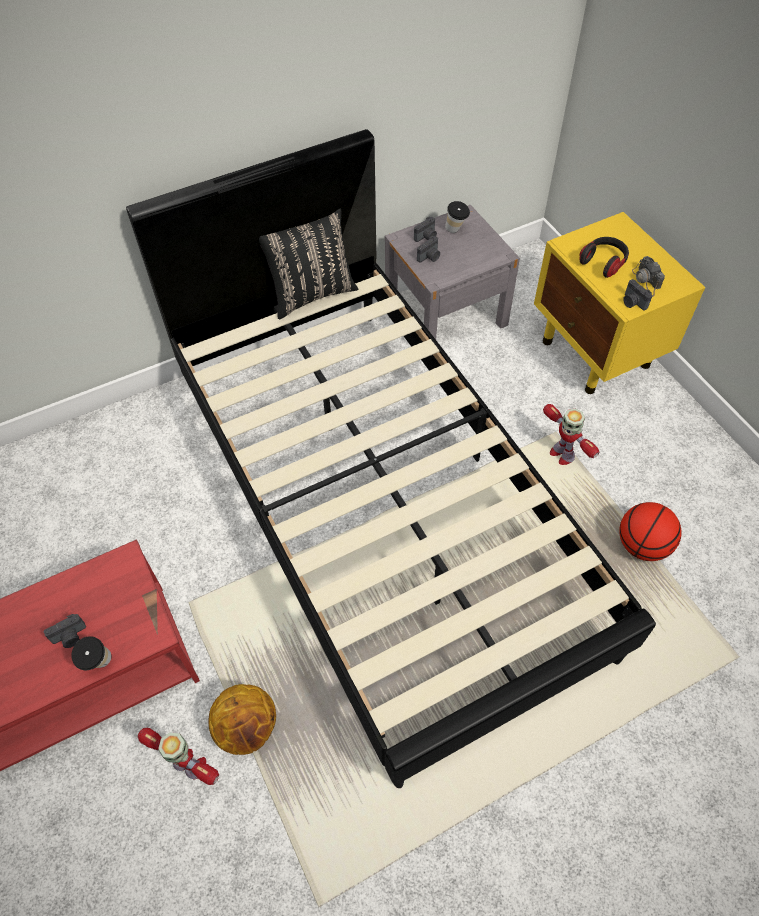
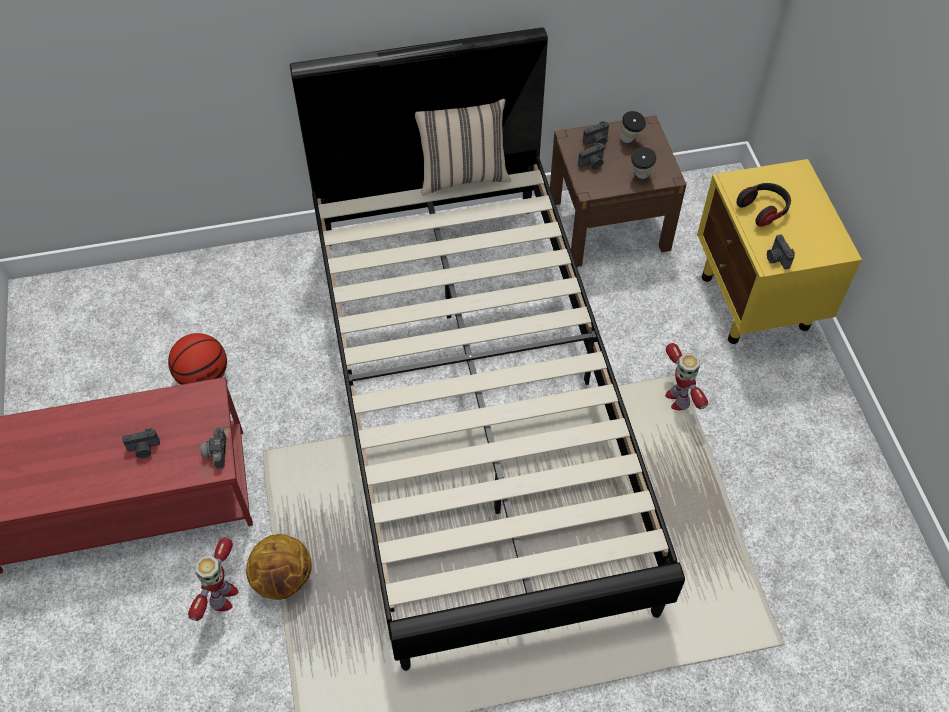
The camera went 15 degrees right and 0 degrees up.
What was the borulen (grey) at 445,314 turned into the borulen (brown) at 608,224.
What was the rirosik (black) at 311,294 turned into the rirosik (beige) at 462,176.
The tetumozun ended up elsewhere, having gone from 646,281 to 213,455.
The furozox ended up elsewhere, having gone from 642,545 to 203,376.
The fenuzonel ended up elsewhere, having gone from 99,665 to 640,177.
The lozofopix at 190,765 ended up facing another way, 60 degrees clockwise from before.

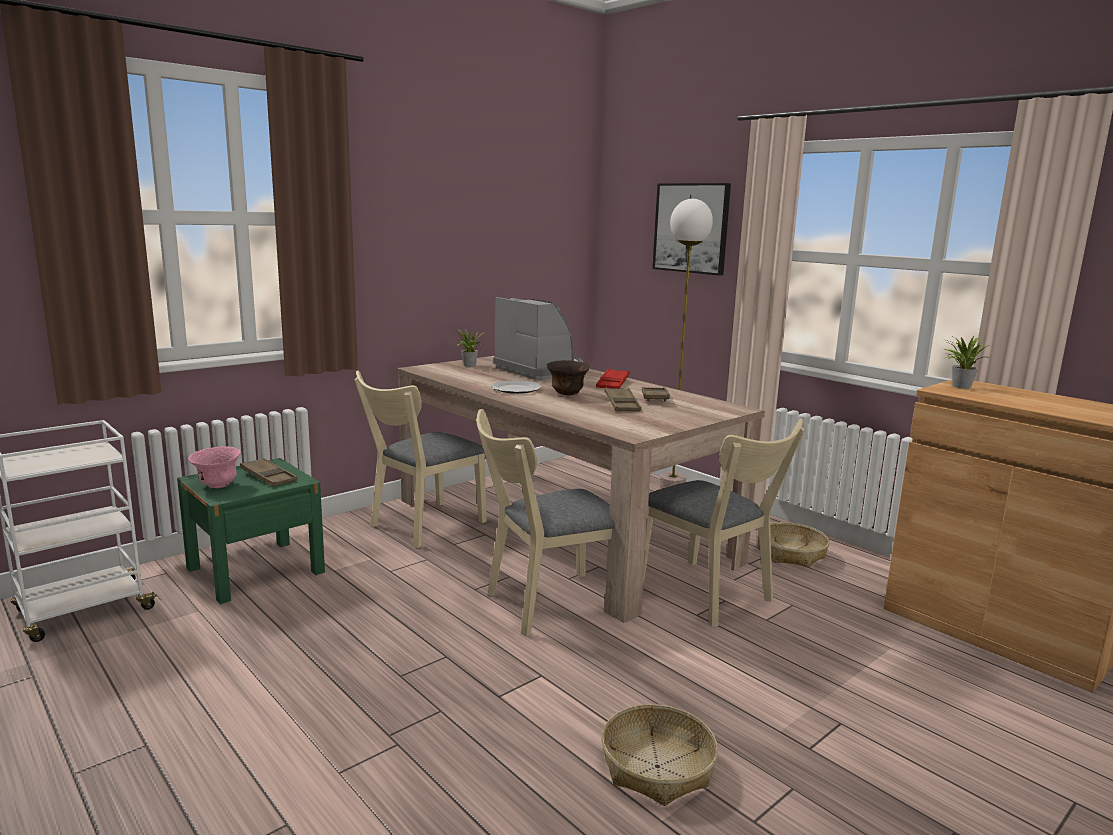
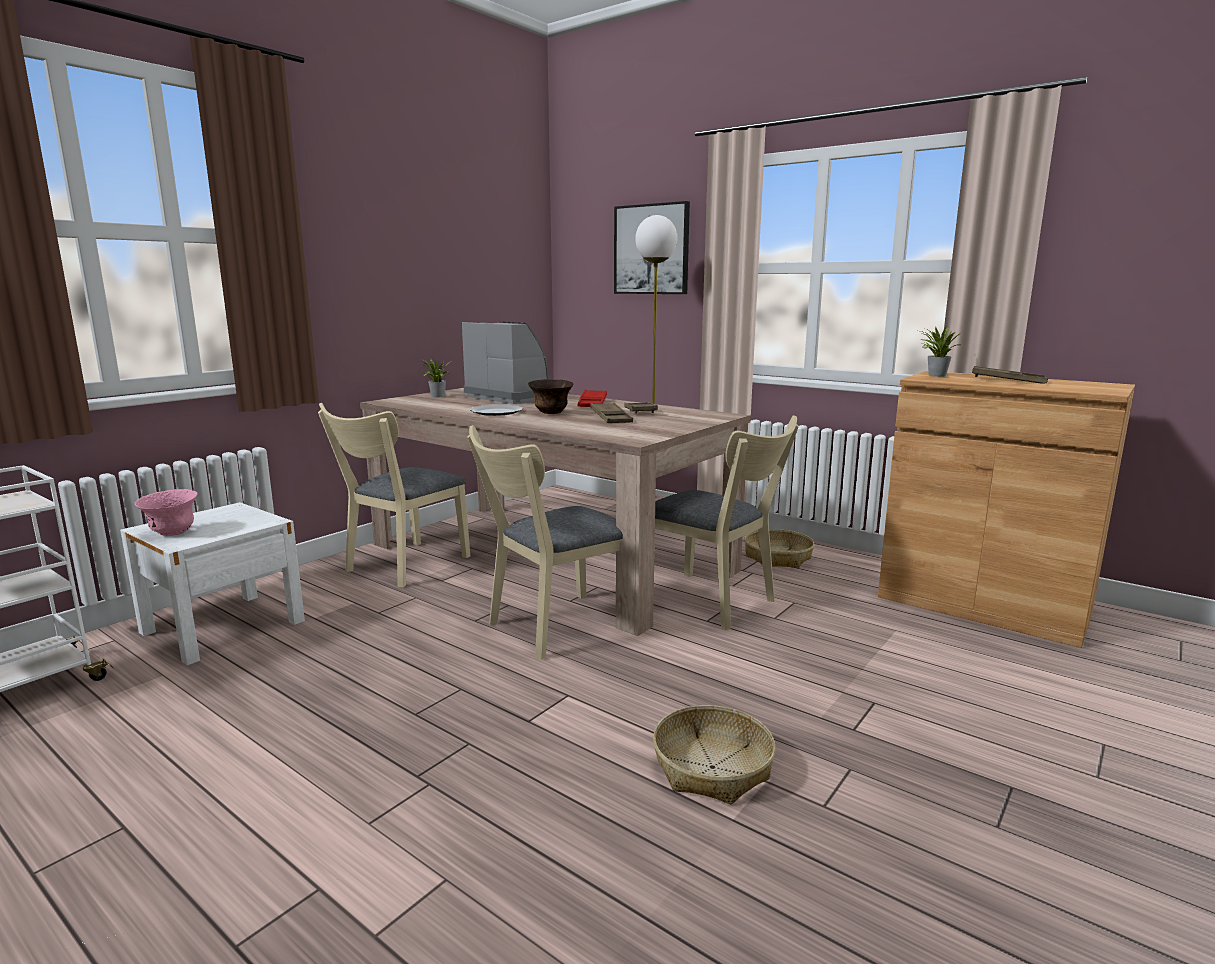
The camera went 10 degrees left and 0 degrees up.
What was the borulen (green) at 255,570 turned into the borulen (white) at 223,627.
The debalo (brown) ended up elsewhere, having gone from 268,477 to 1008,380.

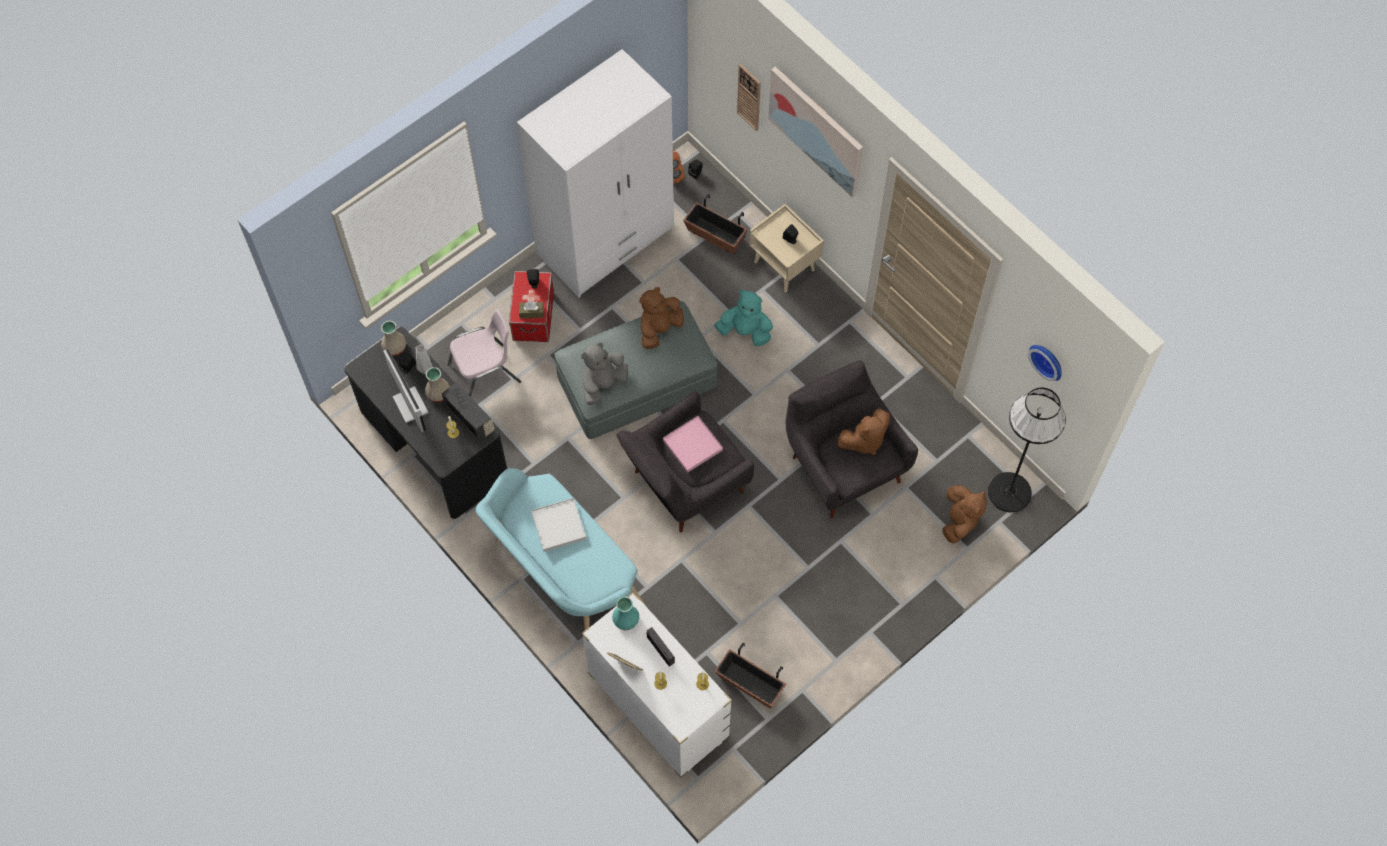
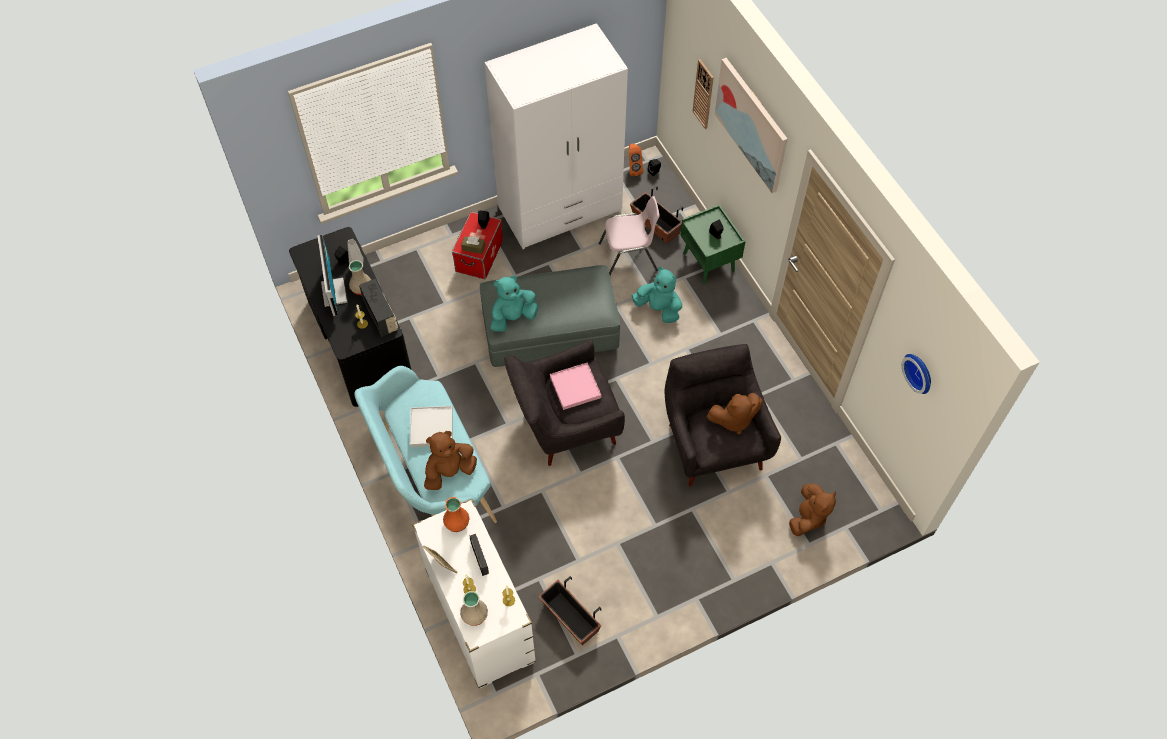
The camera went 15 degrees right and 5 degrees down.
What was the borulen (beige) at 785,266 turned into the borulen (green) at 709,262.
The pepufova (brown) ended up elsewhere, having gone from 659,329 to 449,471.
The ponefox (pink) ended up elsewhere, having gone from 486,374 to 629,257.
The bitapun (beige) ended up elsewhere, having gone from 395,346 to 475,614.
What was the pepufova (grey) at 603,384 turned into the pepufova (turquoise) at 513,317.
The second view lost the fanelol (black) at 1009,492.
What was the bitapun (turquoise) at 625,620 turned into the bitapun (orange) at 456,522.

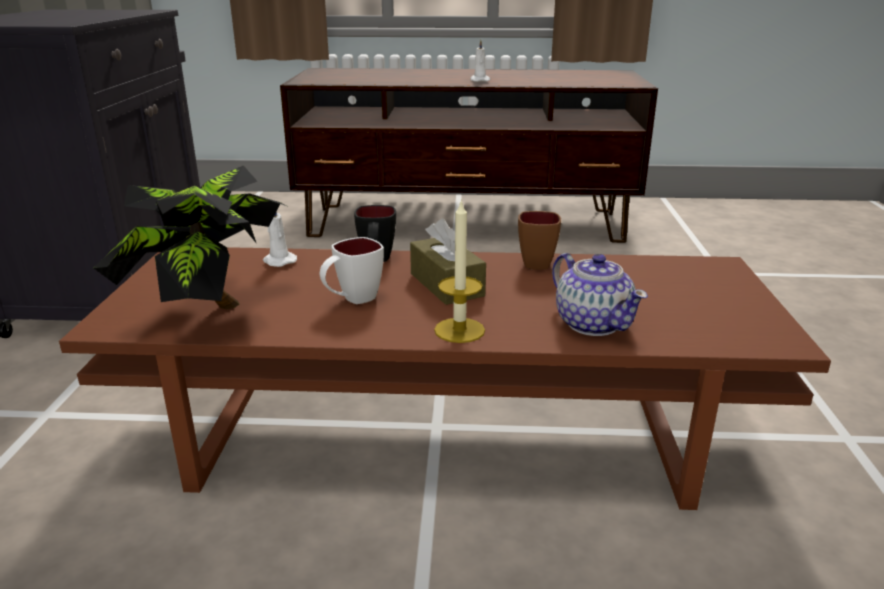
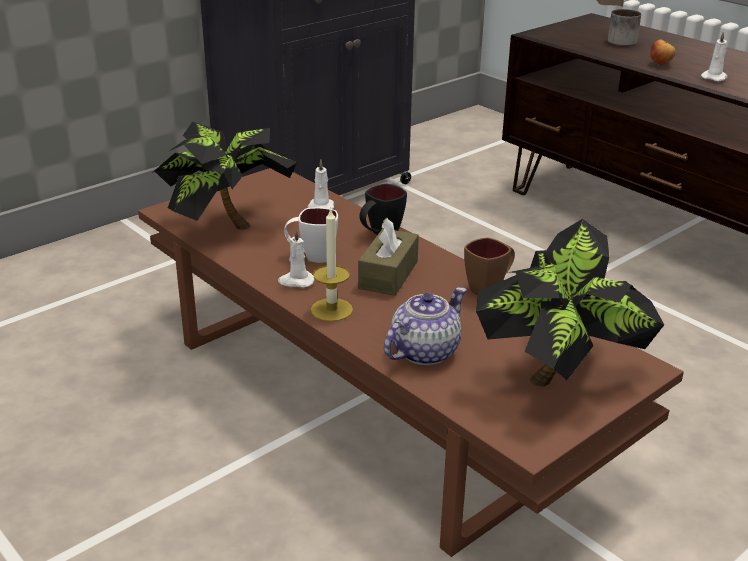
The camera went 45 degrees right and 5 degrees up.
The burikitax at 592,323 ended up facing another way, 150 degrees counterclockwise from before.
The second view gained the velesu at 623,40.
The second view gained the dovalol at 660,64.
The second view gained the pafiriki at 559,376.
The second view gained the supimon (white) at 296,281.

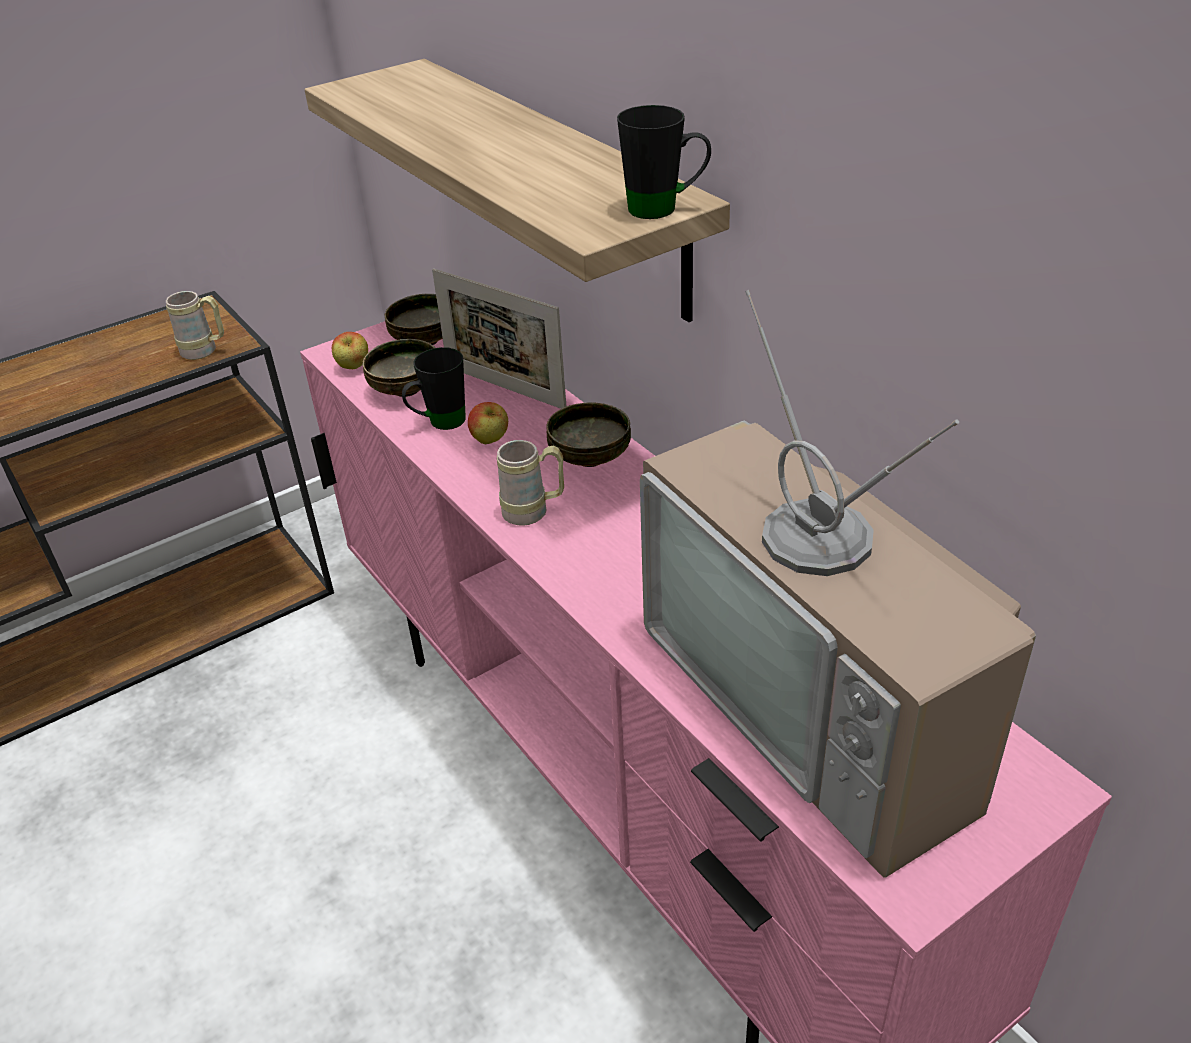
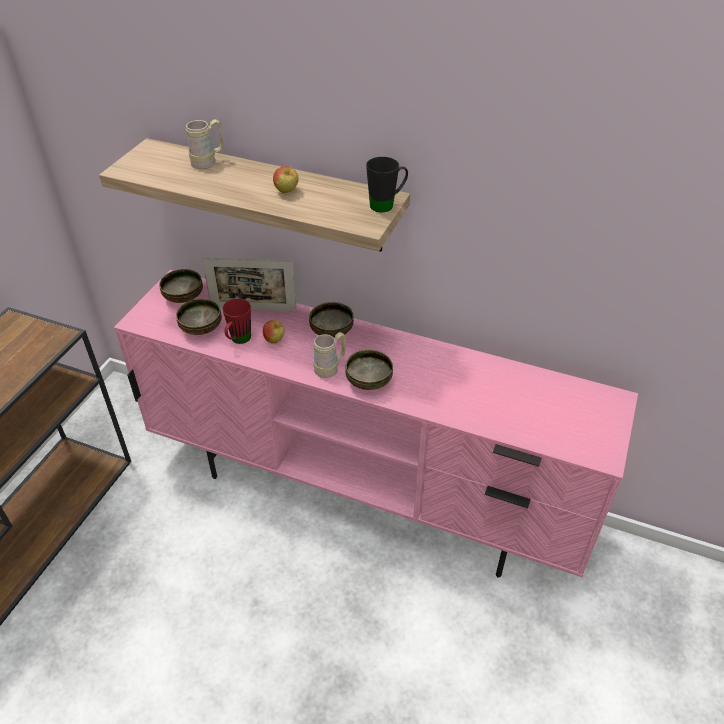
The camera went 35 degrees left and 5 degrees up.
The second view lost the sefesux at 824,703.
The velesu (beige) ended up elsewhere, having gone from 205,351 to 208,162.
The dovalol ended up elsewhere, having gone from 354,368 to 286,191.
What was the velesu (black) at 439,423 turned into the velesu (red) at 238,341.
The second view gained the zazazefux at 368,382.

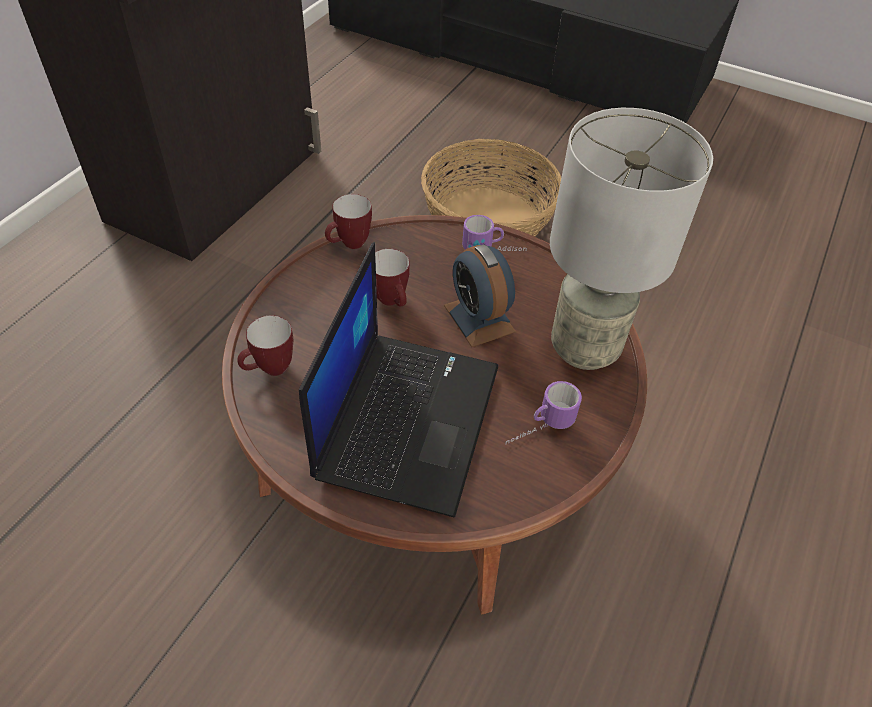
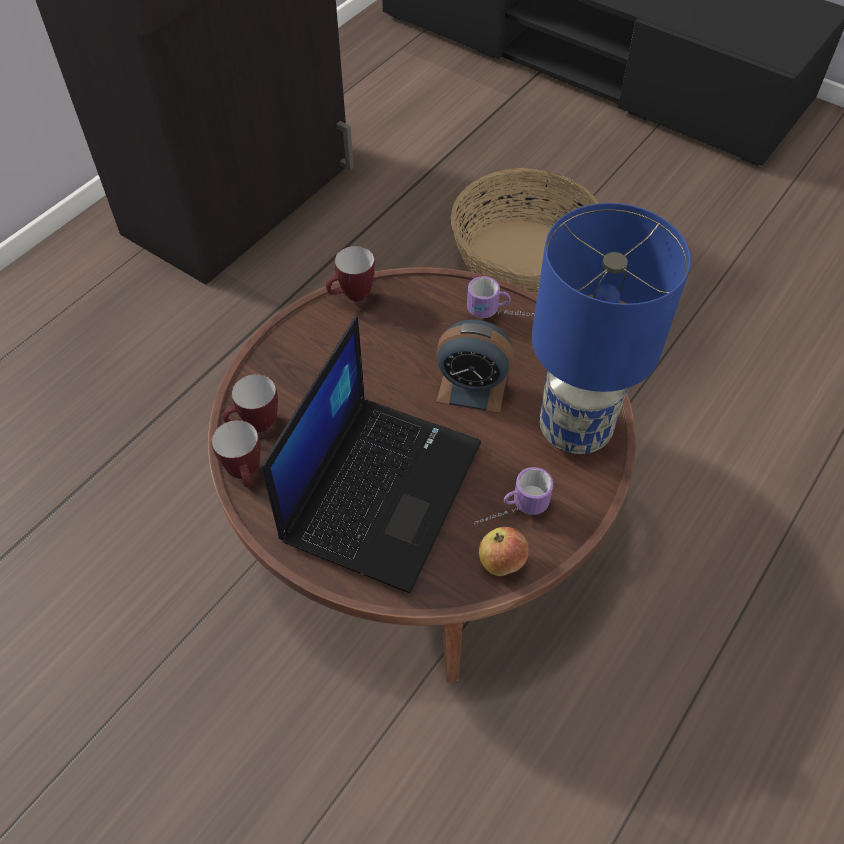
The camera went 10 degrees right and 5 degrees up.
What was the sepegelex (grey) at 583,348 turned into the sepegelex (blue) at 573,429.
The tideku at 479,318 ended up facing another way, 60 degrees counterclockwise from before.
The velesu ended up elsewhere, having gone from 392,302 to 246,475.
The second view gained the dovalol at 501,562.

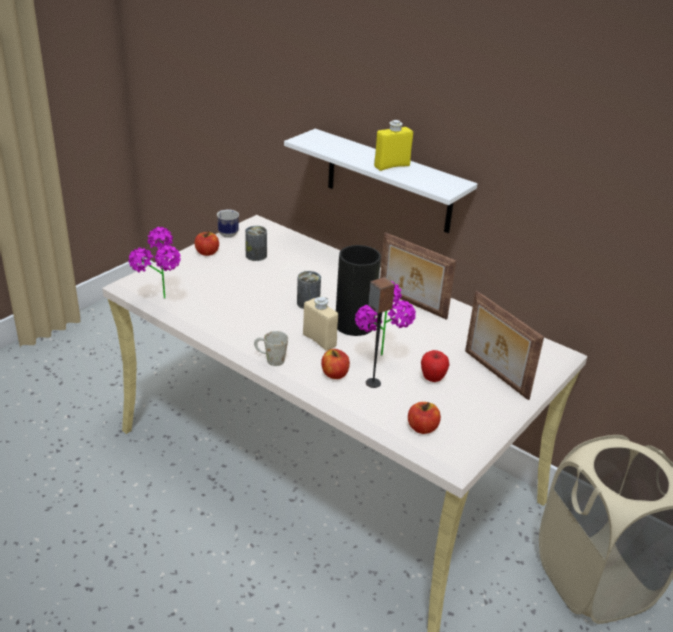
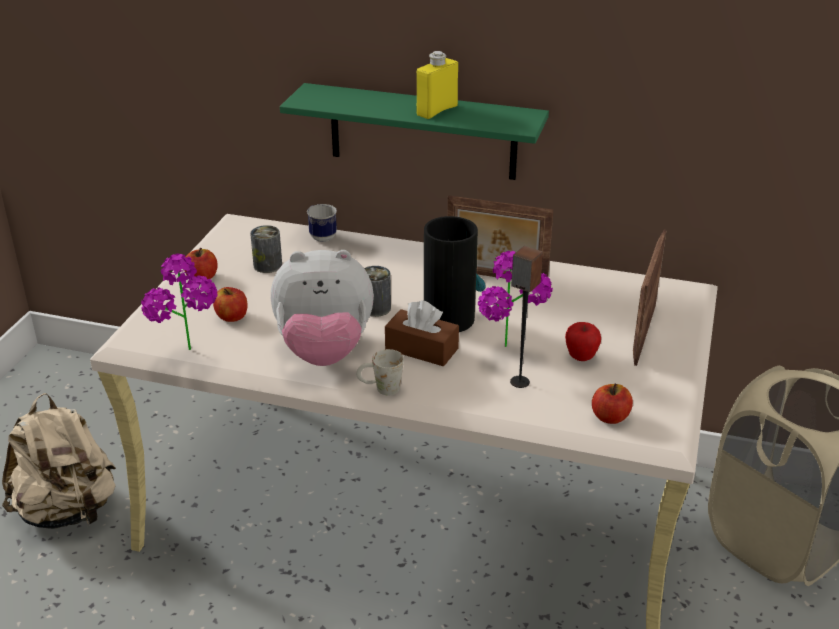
The camera went 20 degrees left and 0 degrees up.
What was the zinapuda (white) at 389,182 turned into the zinapuda (green) at 422,132.
The velesu ended up elsewhere, having gone from 228,233 to 321,236.
The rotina at 494,375 ended up facing another way, 75 degrees clockwise from before.
Where the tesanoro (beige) stood at 319,340, the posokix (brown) came to stand at 421,349.
The dovalol ended up elsewhere, having gone from 335,374 to 232,317.
The second view gained the pepufova at 324,351.
The second view gained the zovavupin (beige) at 68,511.

